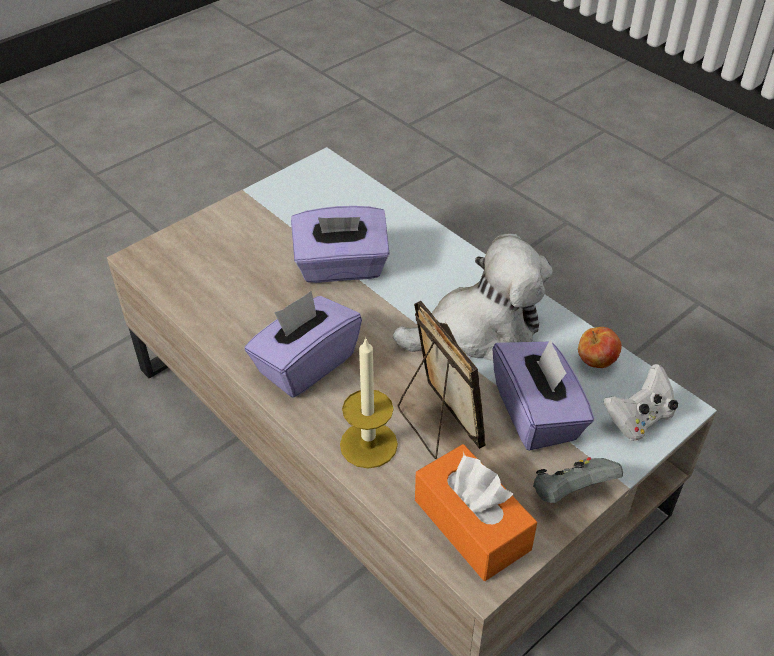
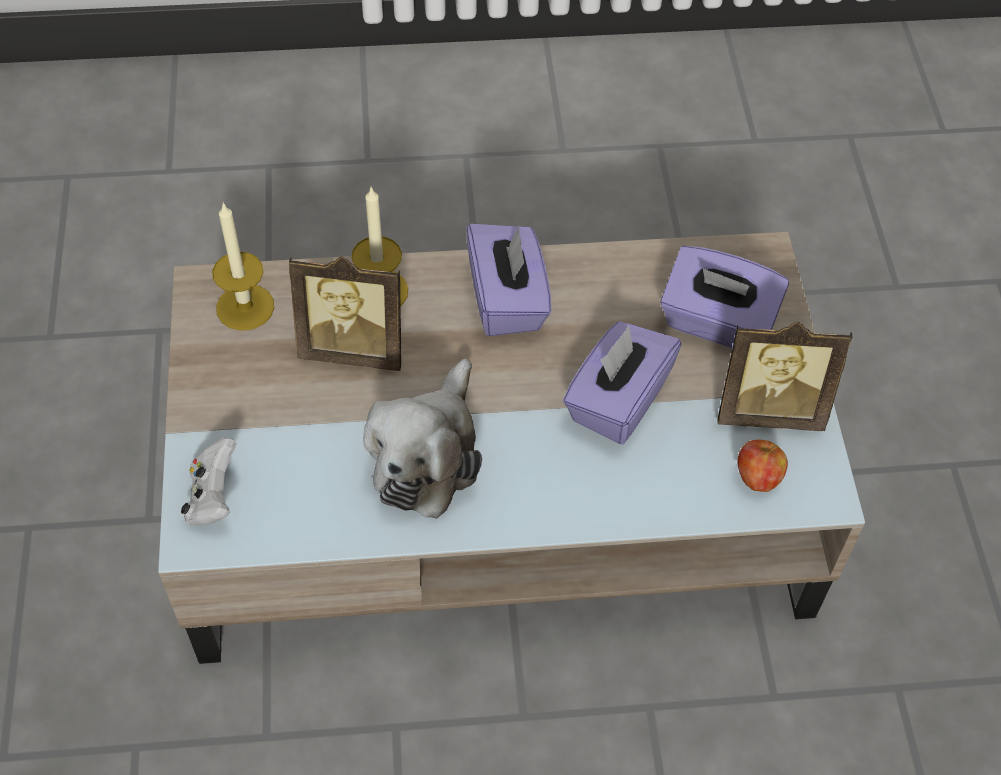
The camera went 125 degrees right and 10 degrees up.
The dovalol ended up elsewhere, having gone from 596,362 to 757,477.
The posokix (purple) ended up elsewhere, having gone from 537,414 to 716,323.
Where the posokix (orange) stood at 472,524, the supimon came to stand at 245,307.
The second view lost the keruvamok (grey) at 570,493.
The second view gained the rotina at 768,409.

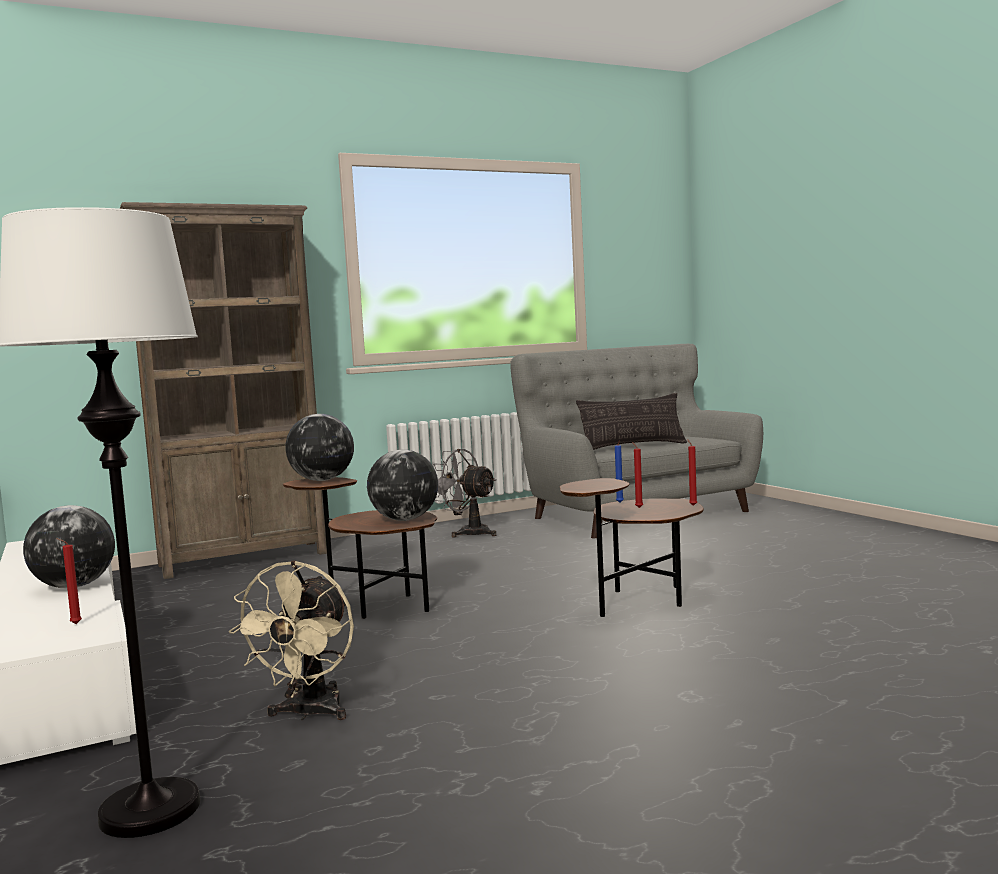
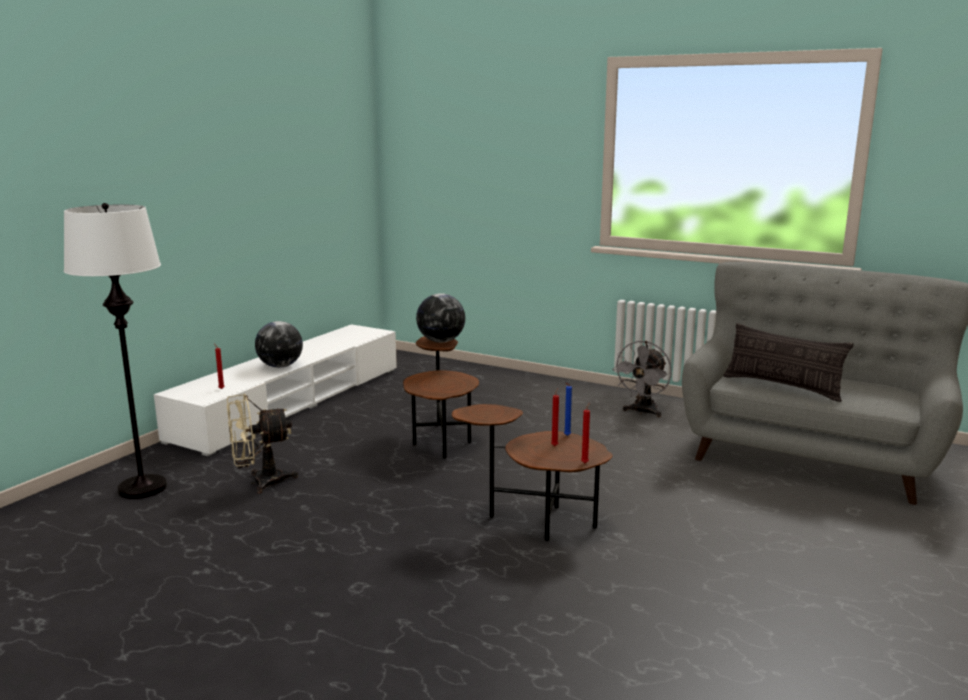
The camera went 55 degrees right and 10 degrees up.
The second view lost the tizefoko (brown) at 245,559.
The second view lost the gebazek at 404,520.
The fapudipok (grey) at 468,533 ended up facing another way, 150 degrees counterclockwise from before.

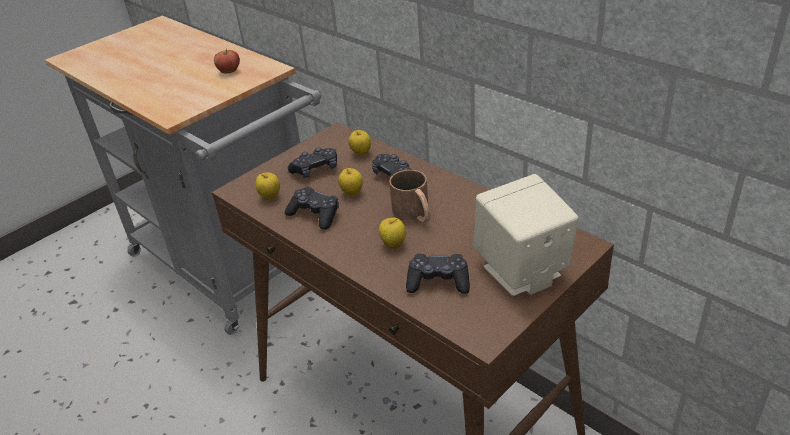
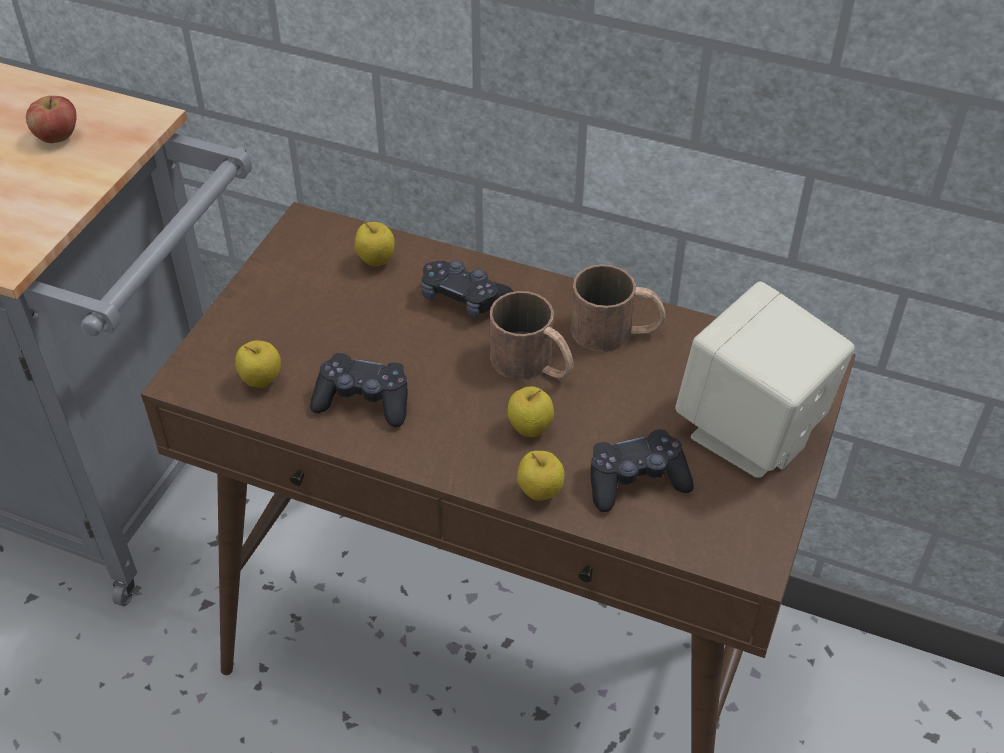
The camera went 25 degrees left and 10 degrees up.
The second view lost the keruvamok (black) at 315,169.
The dovalol ended up elsewhere, having gone from 352,193 to 539,493.
The second view gained the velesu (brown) at 616,331.

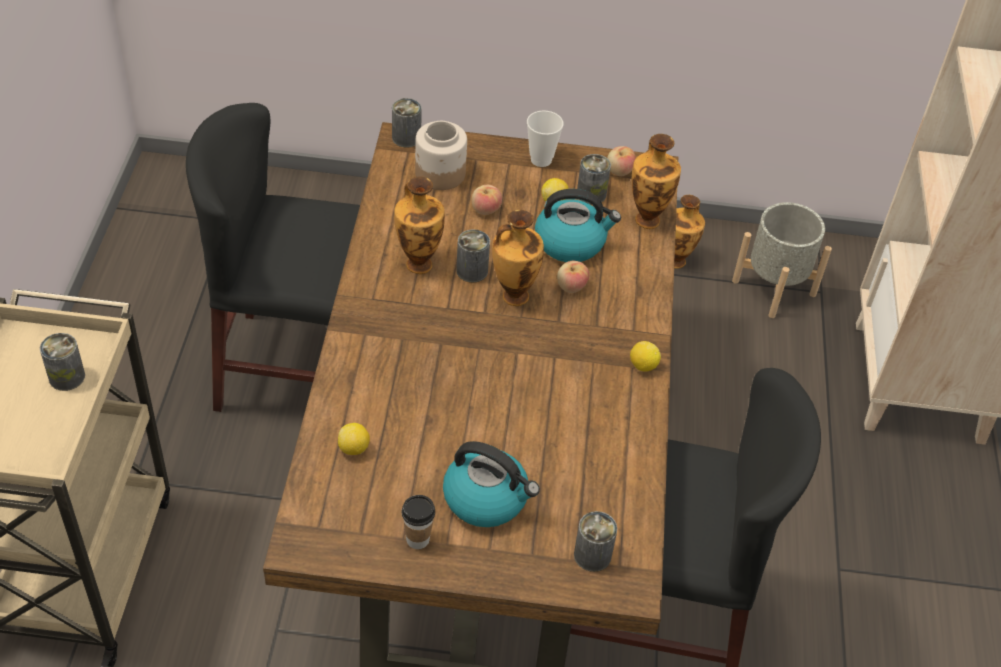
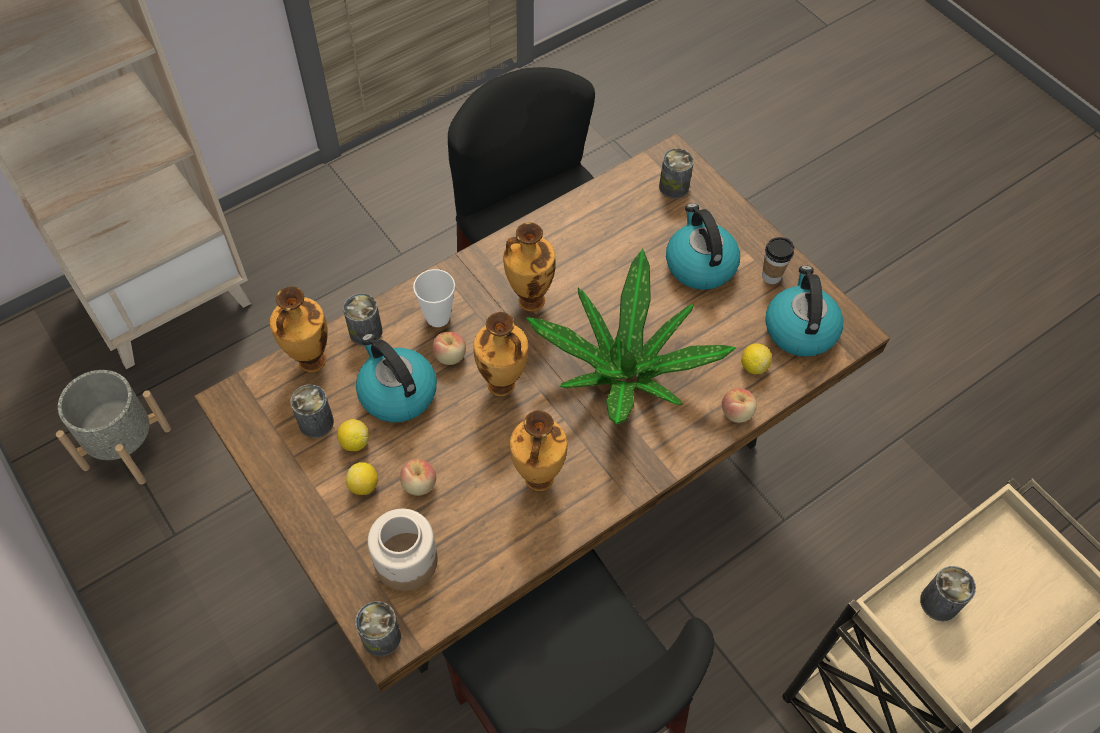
The camera went 130 degrees left and 10 degrees up.
The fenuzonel ended up elsewhere, having gone from 541,160 to 438,317.
The dovalol ended up elsewhere, having gone from 619,171 to 737,413.
The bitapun ended up elsewhere, having gone from 677,260 to 529,300.
The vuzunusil ended up elsewhere, having gone from 472,271 to 366,332.
The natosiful ended up elsewhere, having gone from 642,366 to 364,486.
The second view gained the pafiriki at 624,371.
The second view gained the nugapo at 799,329.

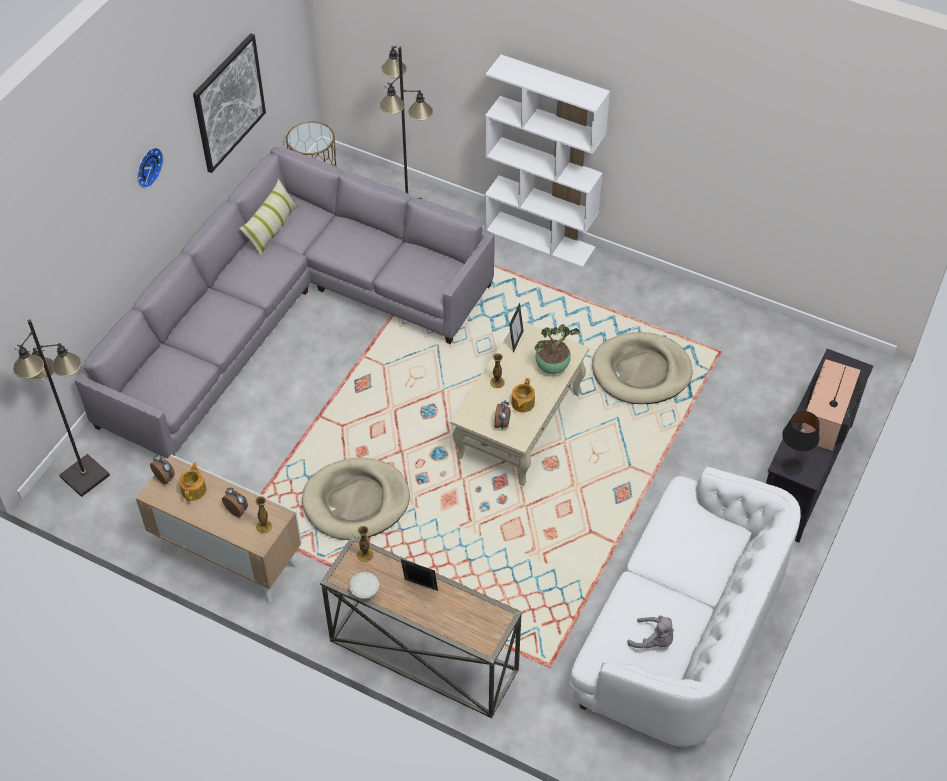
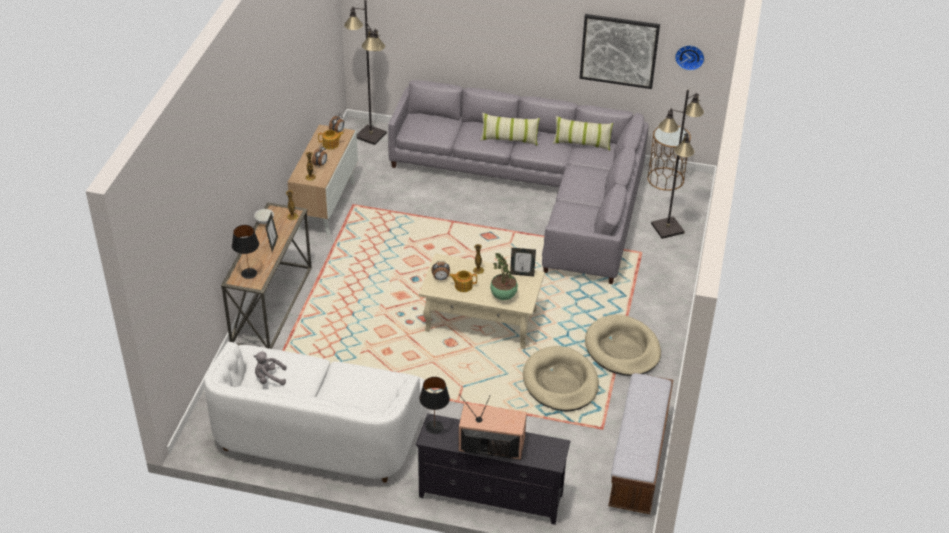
The camera went 75 degrees right and 10 degrees down.
The second view lost the tizefoko (white) at 540,239.
The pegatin ended up elsewhere, having gone from 147,166 to 690,56.
The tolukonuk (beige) ended up elsewhere, having gone from 356,501 to 622,349.
The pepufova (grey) at 653,640 ended up facing another way, 75 degrees clockwise from before.
The second view gained the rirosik at 509,139.
The second view gained the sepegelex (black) at 249,273.
The second view gained the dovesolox at 638,460.

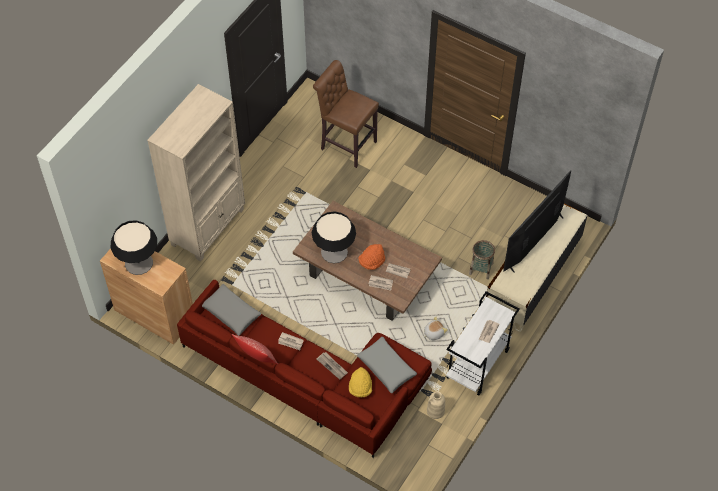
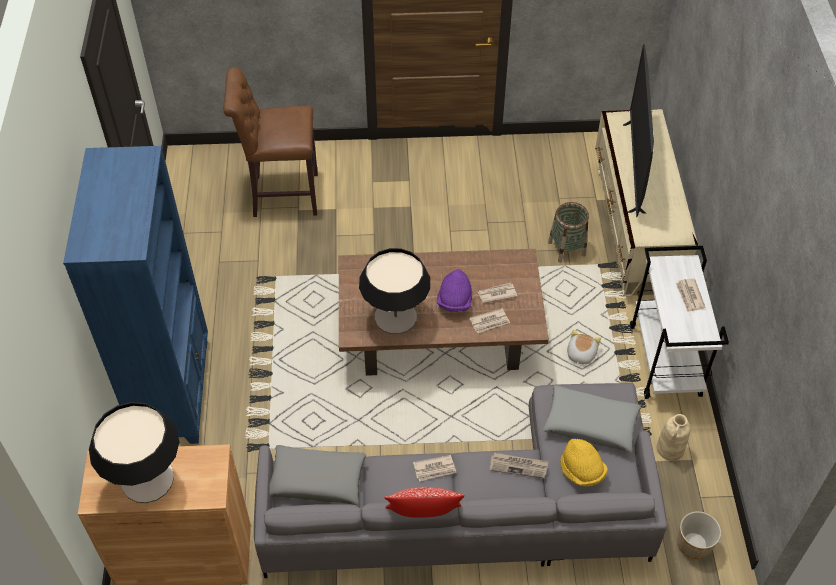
The camera went 35 degrees left and 5 degrees down.
What was the tizefoko (beige) at 208,226 turned into the tizefoko (blue) at 174,391.
What was the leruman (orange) at 372,262 turned into the leruman (purple) at 454,301.
What was the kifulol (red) at 308,377 turned into the kifulol (grey) at 476,508.
The second view gained the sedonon at 693,544.

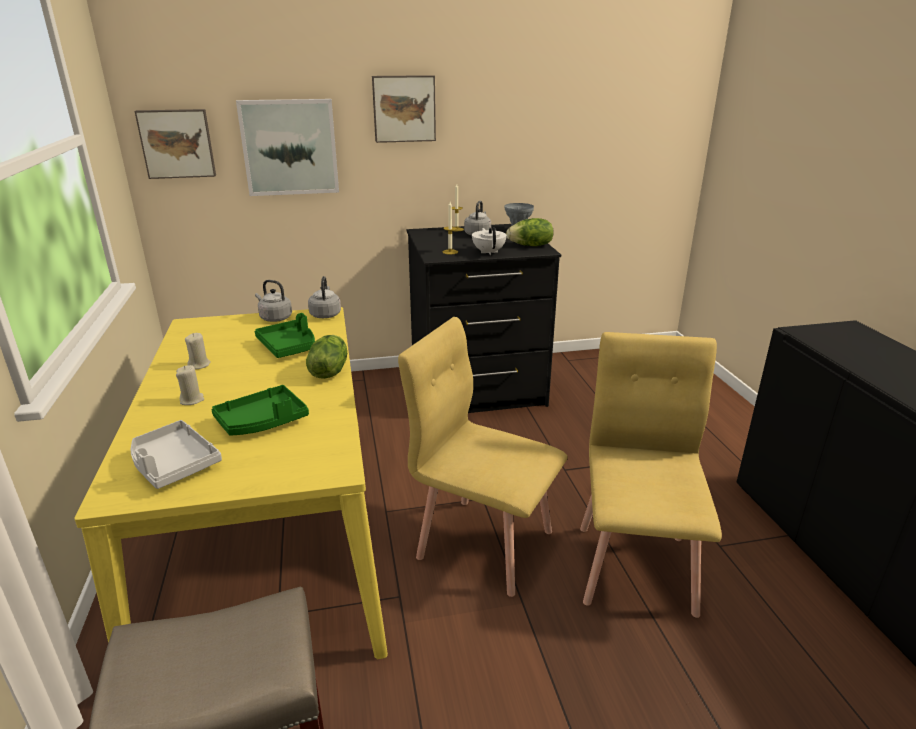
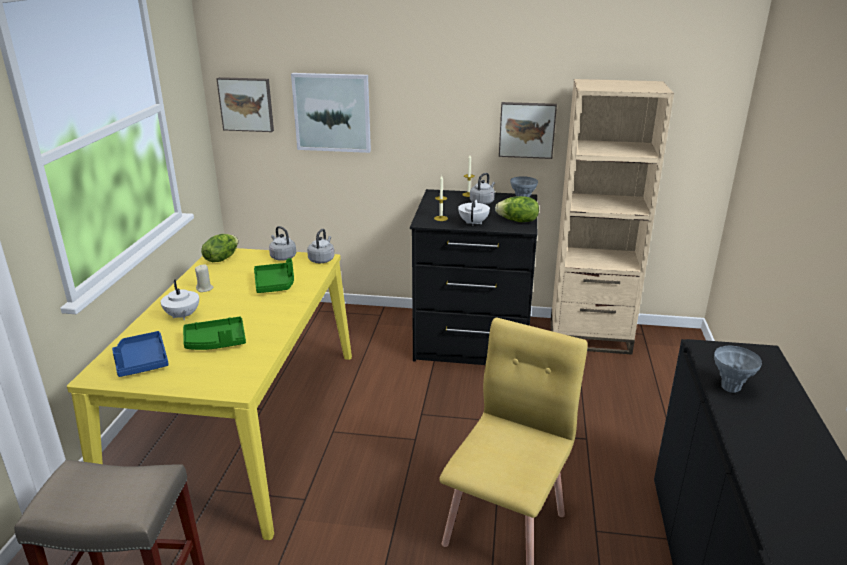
The camera went 20 degrees right and 0 degrees up.
The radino ended up elsewhere, having gone from 404,108 to 527,129.
The second view lost the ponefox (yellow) at 484,543.
The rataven ended up elsewhere, having gone from 329,371 to 221,258.
Where the supimon (beige) stood at 192,400, the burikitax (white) came to stand at 182,316.
What was the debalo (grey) at 173,464 turned into the debalo (blue) at 141,362.
The second view gained the tizefoko (beige) at 589,337.
The second view gained the bitapun (grey) at 730,388.

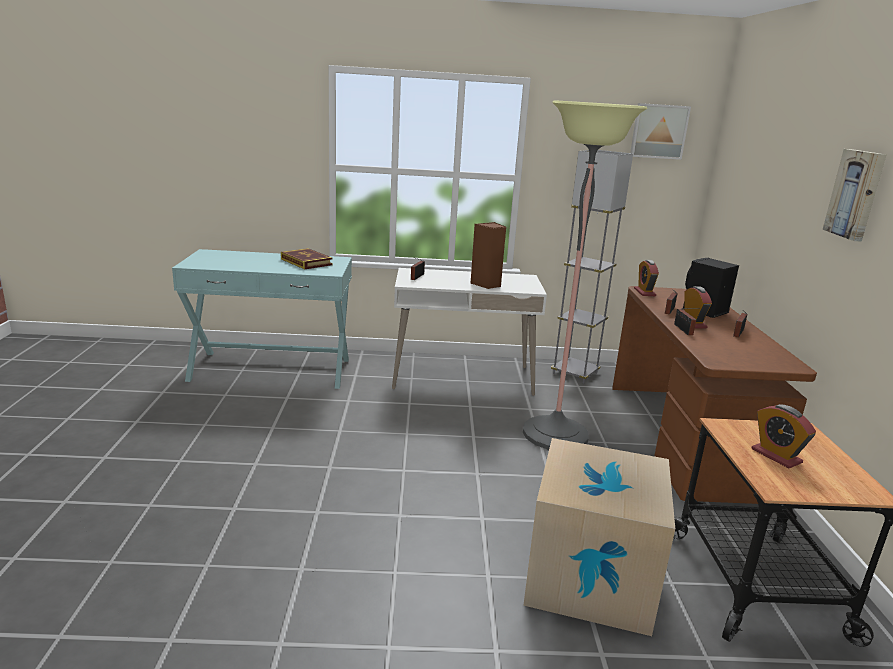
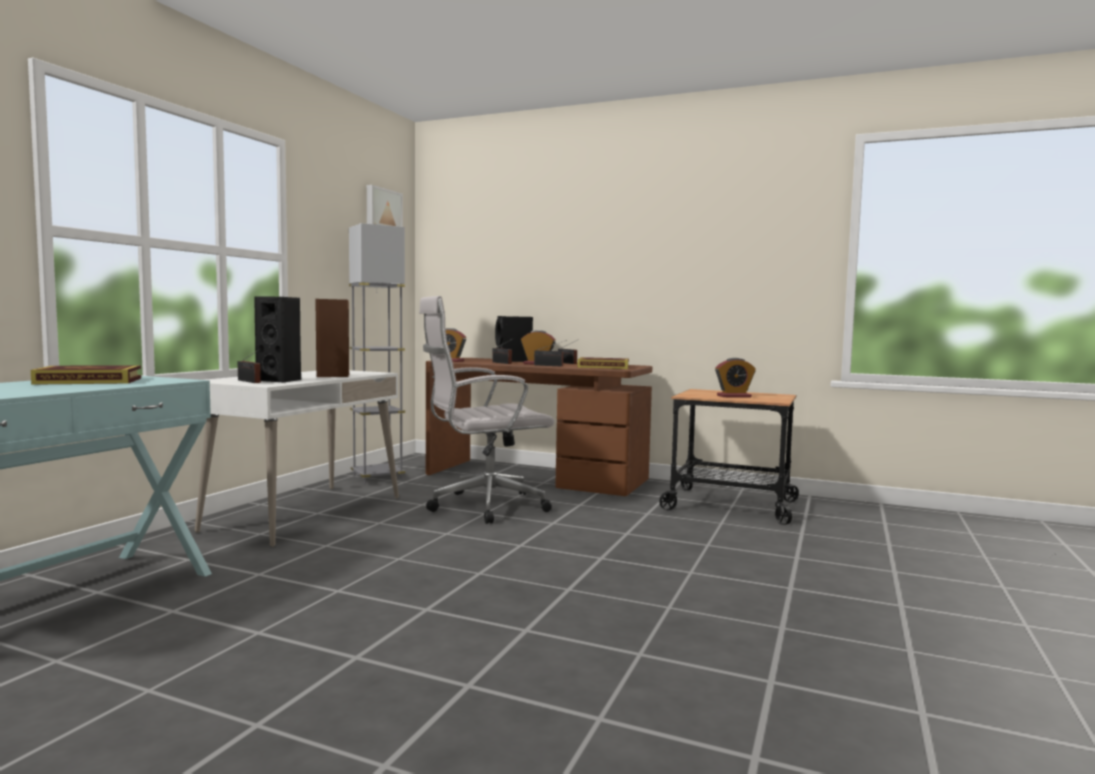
The camera went 65 degrees left and 15 degrees down.
Where the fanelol stood at 555,434, the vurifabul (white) came to stand at 482,506.
The second view lost the radino at 856,194.
The second view lost the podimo at 590,578.
The second view gained the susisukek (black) at 281,380.
The second view gained the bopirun at 603,367.

